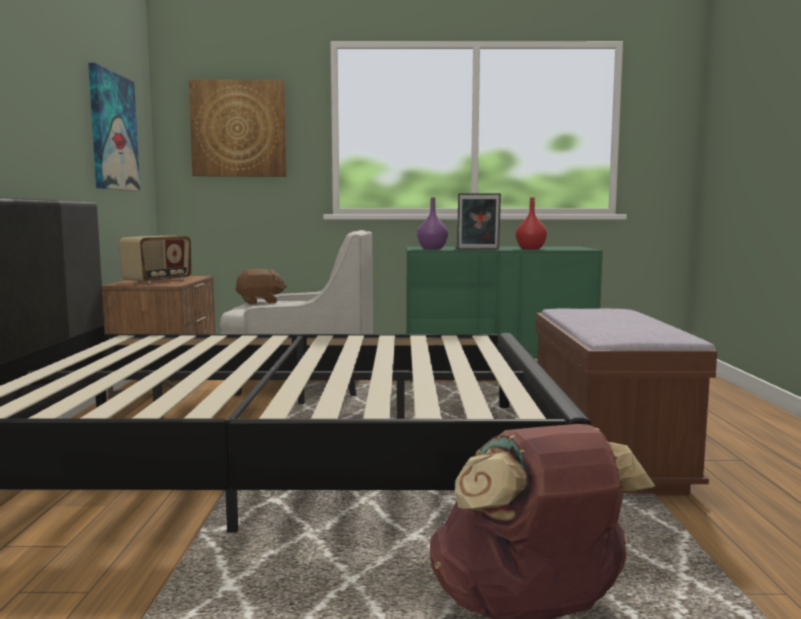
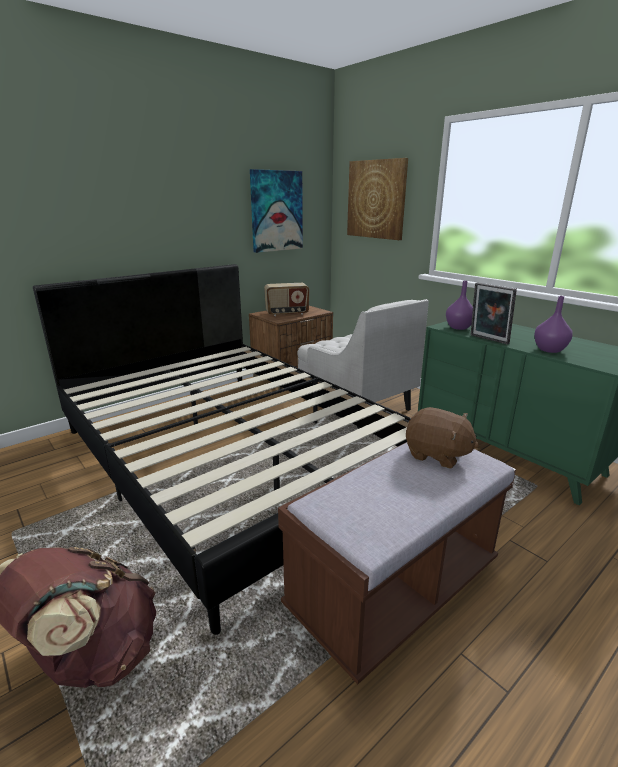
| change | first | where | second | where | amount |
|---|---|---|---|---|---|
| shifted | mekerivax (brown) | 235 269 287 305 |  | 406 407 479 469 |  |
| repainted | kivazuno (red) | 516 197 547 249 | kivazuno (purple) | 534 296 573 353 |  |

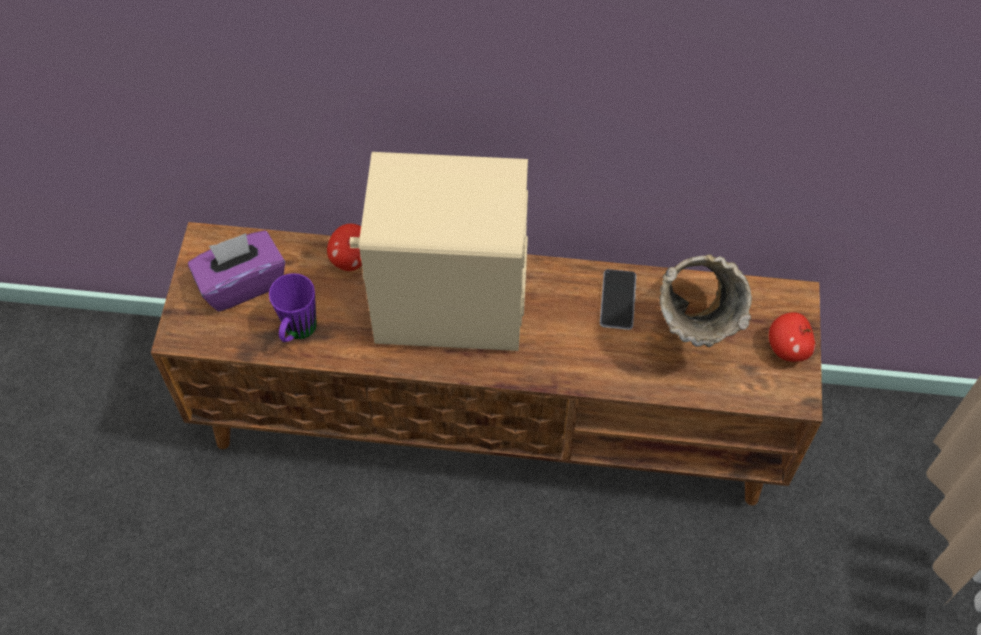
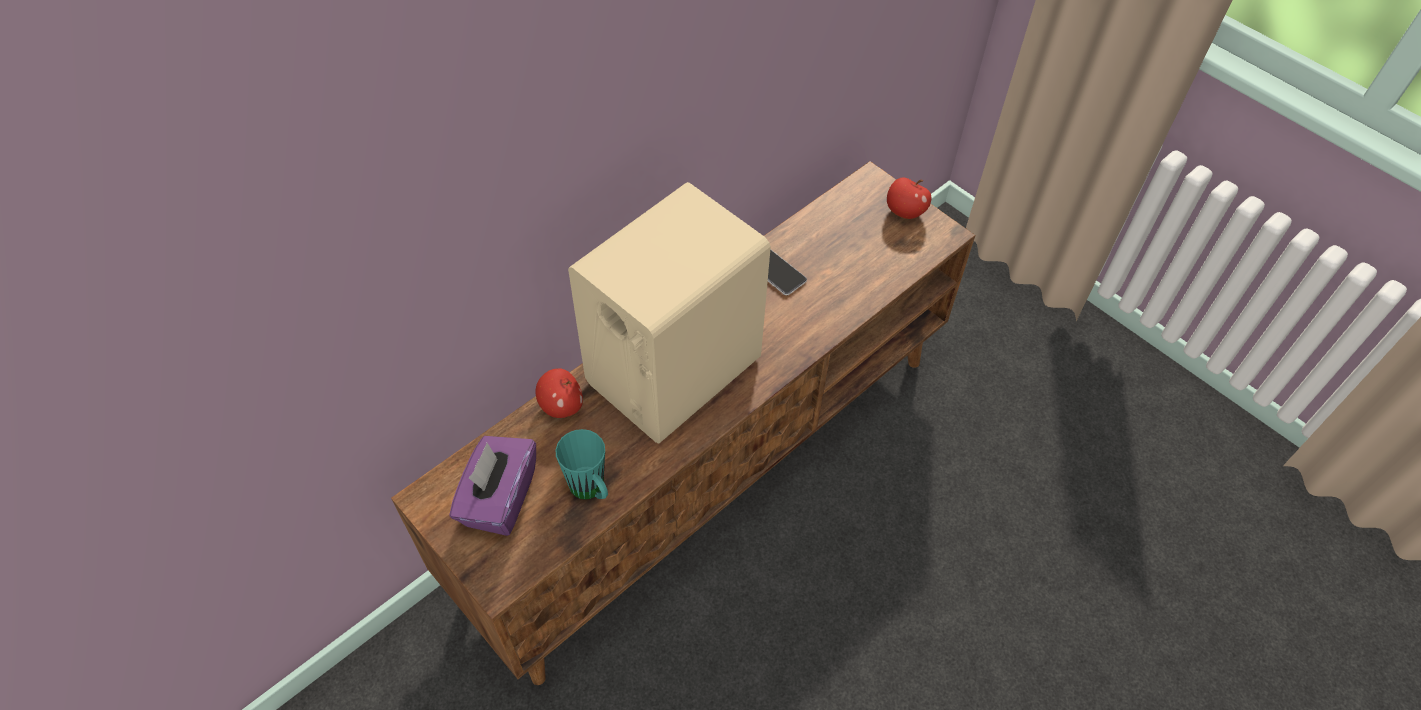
| change | first | where | second | where | amount |
|---|---|---|---|---|---|
| gone | kivazuno (beige) | 659 254 752 347 |  |  |  |
| repainted | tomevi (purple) | 269 273 317 342 | tomevi (turquoise) | 556 429 608 500 |  |

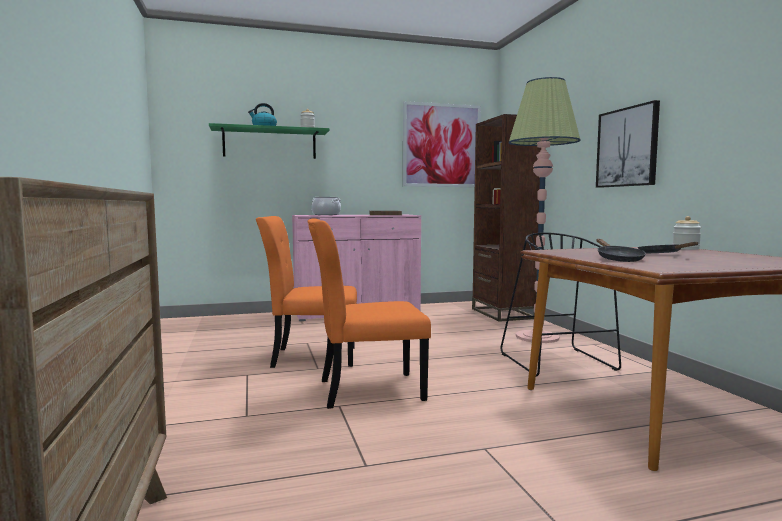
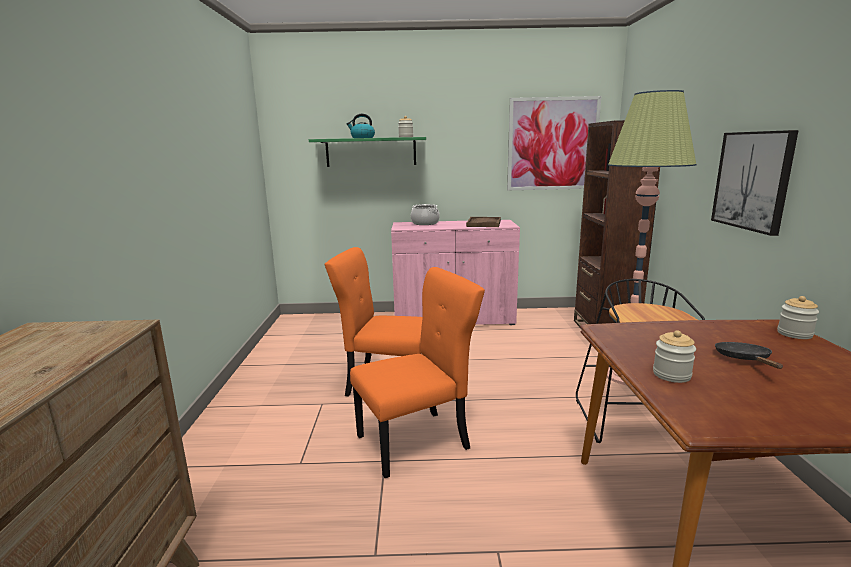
| change | first | where | second | where | amount |
|---|---|---|---|---|---|
| swapped | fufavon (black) | 597 239 646 262 | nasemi | 653 330 696 383 |  |
| rotated | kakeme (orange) | 307 218 431 409 |  | 350 267 485 478 | 150 degrees clockwise |

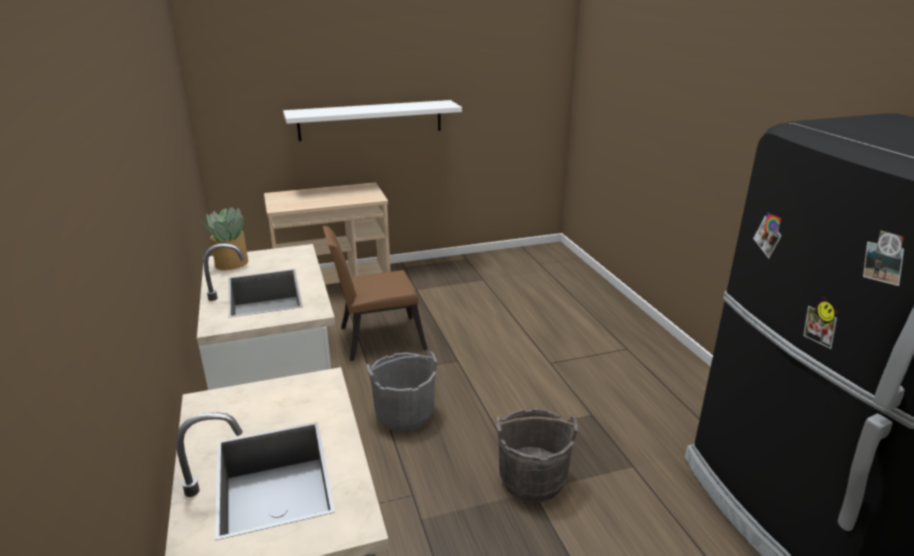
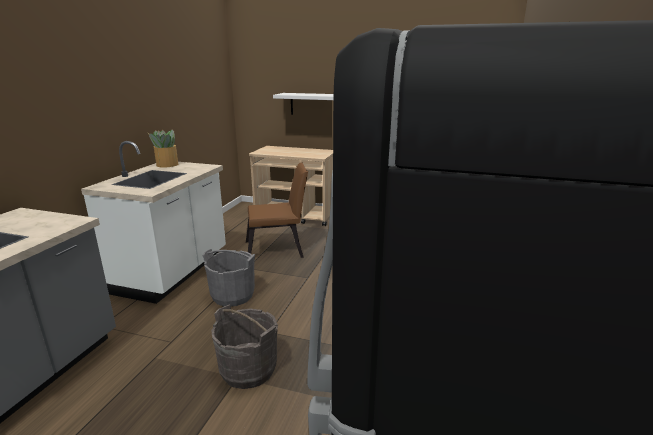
| change | first | where | second | where | amount |
|---|---|---|---|---|---|
| rotated | kakeme (brown) | 323 226 428 361 |  | 246 162 308 258 | 150 degrees clockwise |

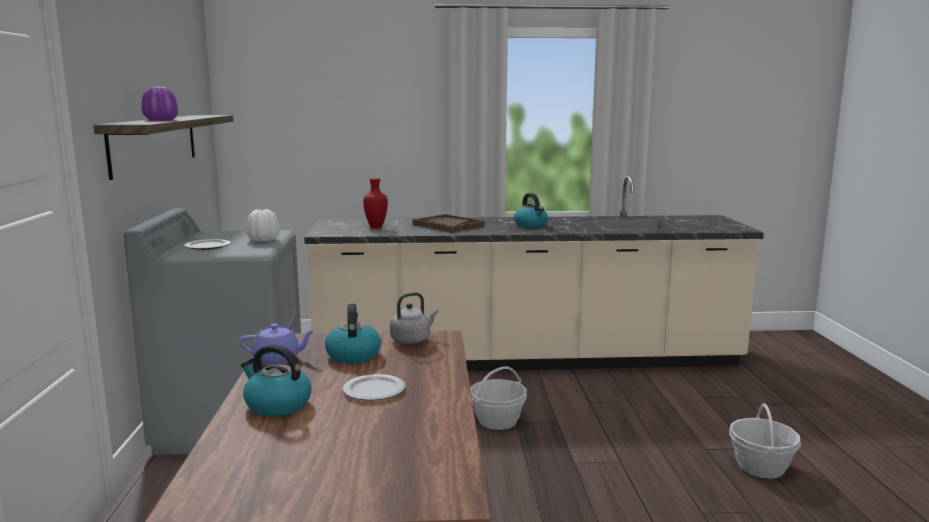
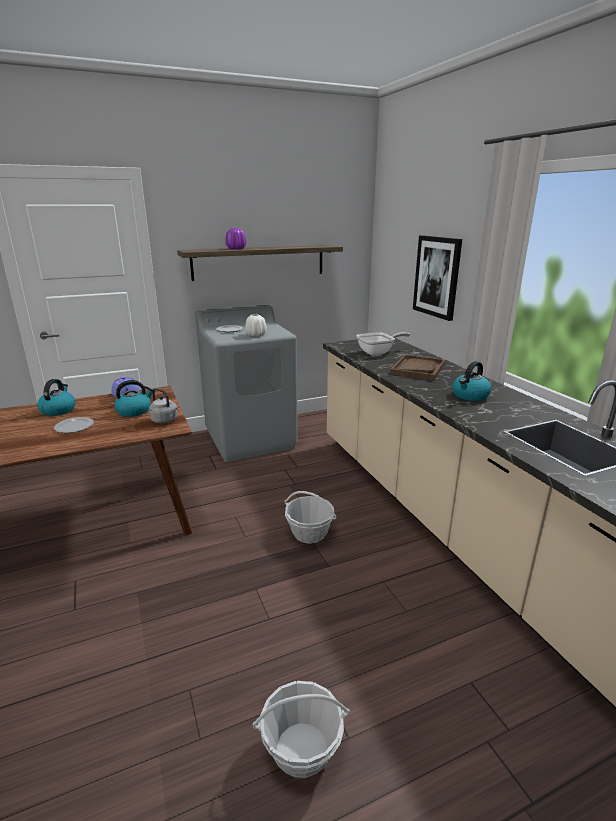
| change | first | where | second | where | amount |
|---|---|---|---|---|---|
| new |  |  | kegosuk | 413 235 462 321 |  |
| swapped | kivazuno (red) | 363 178 388 228 | fufavon | 356 332 410 355 |  |

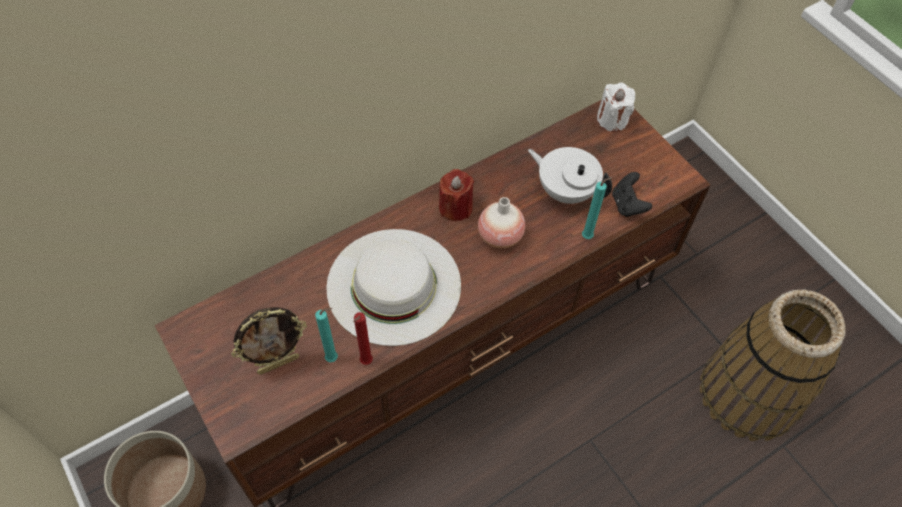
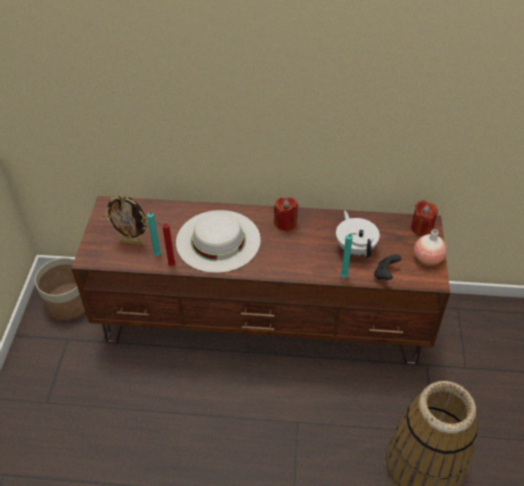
| change | first | where | second | where | amount |
|---|---|---|---|---|---|
| shifted | kivazuno | 478 197 525 248 |  | 414 229 446 265 |  |
| repainted | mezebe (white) | 597 83 635 132 | mezebe (red) | 411 200 438 236 |  |

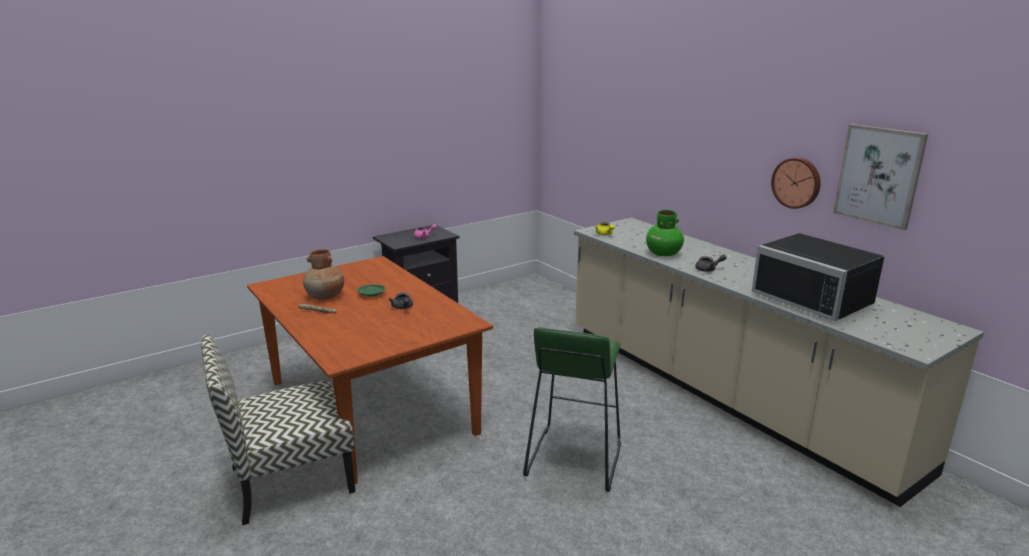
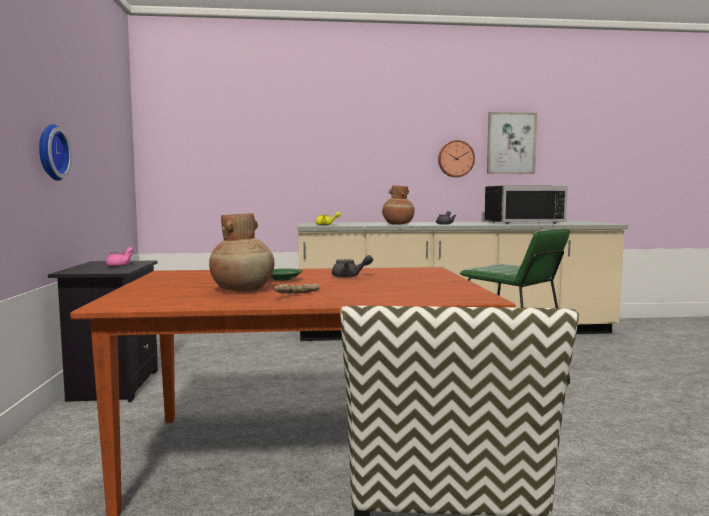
| change | first | where | second | where | amount |
|---|---|---|---|---|---|
| new |  |  | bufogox | 39 124 72 181 |  |
| repainted | kivazuno (green) | 646 210 684 256 | kivazuno (brown) | 382 185 415 225 |  |

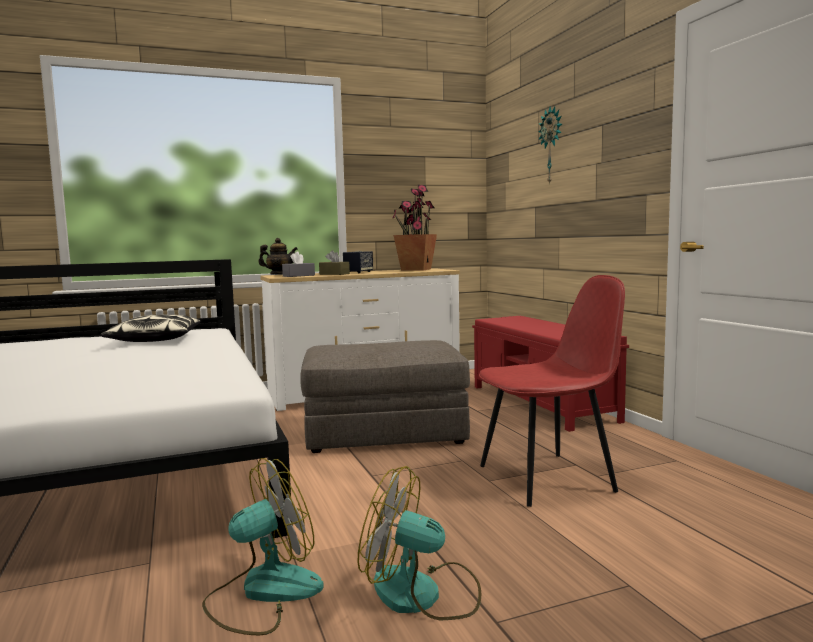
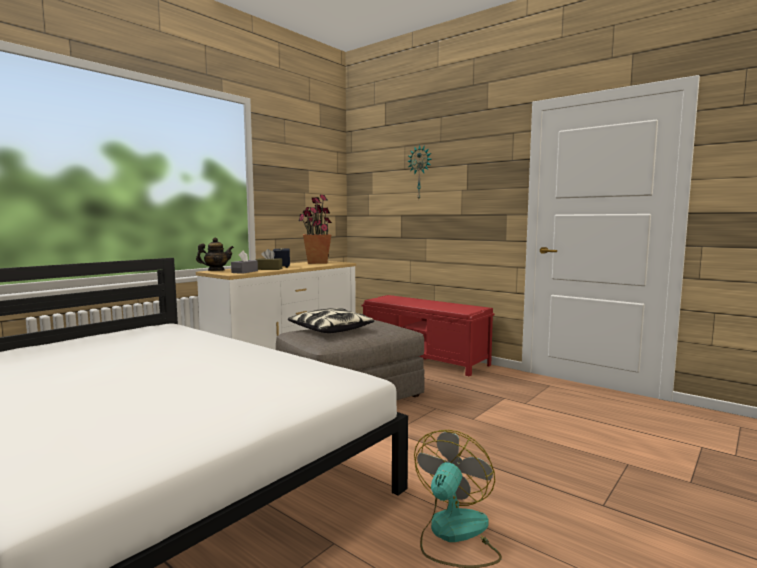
| change | first | where | second | where | amount |
|---|---|---|---|---|---|
| gone | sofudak | 358 466 481 621 |  |  |  |
| gone | kakeme (red) | 479 275 625 507 |  |  |  |
| shifted | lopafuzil | 101 314 200 342 |  | 288 308 374 333 |  |

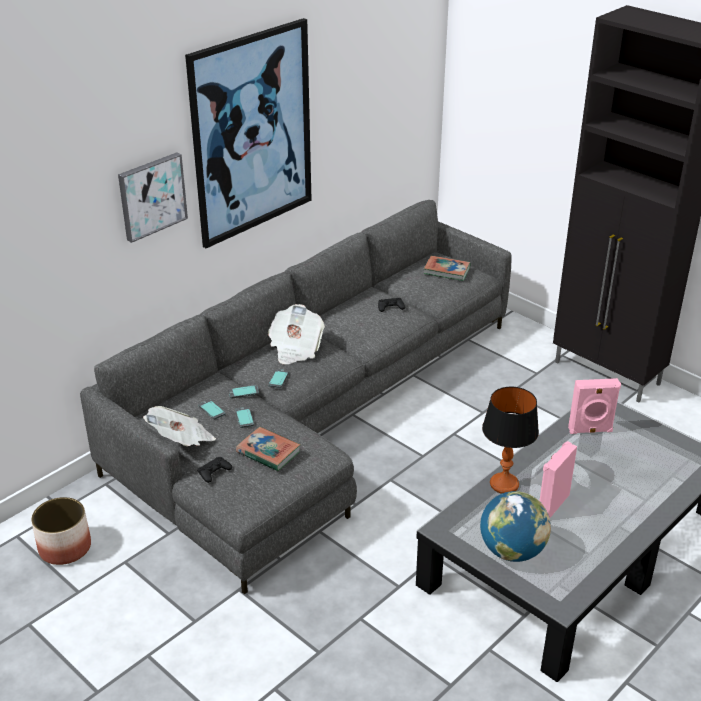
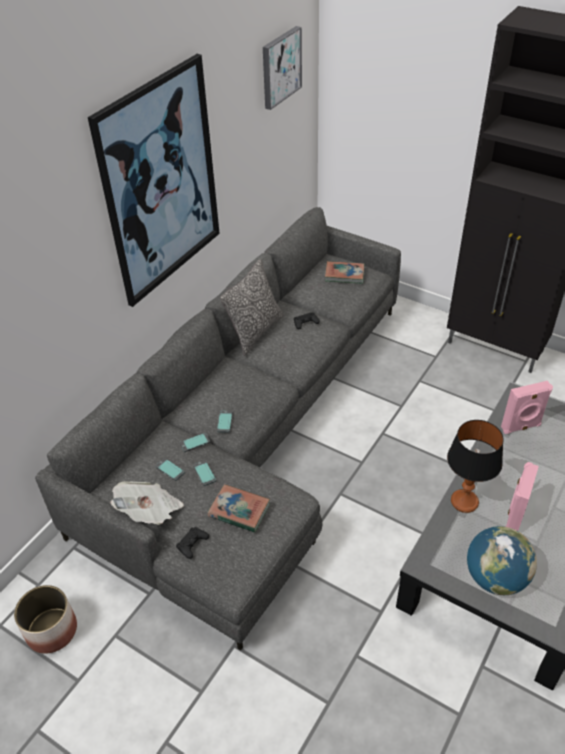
| change | first | where | second | where | amount |
|---|---|---|---|---|---|
| gone | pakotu | 268 304 325 364 |  |  |  |
| new |  |  | lopafuzil | 220 259 283 356 |  |
| shifted | kegosuk | 118 153 188 243 |  | 263 26 302 110 |  |

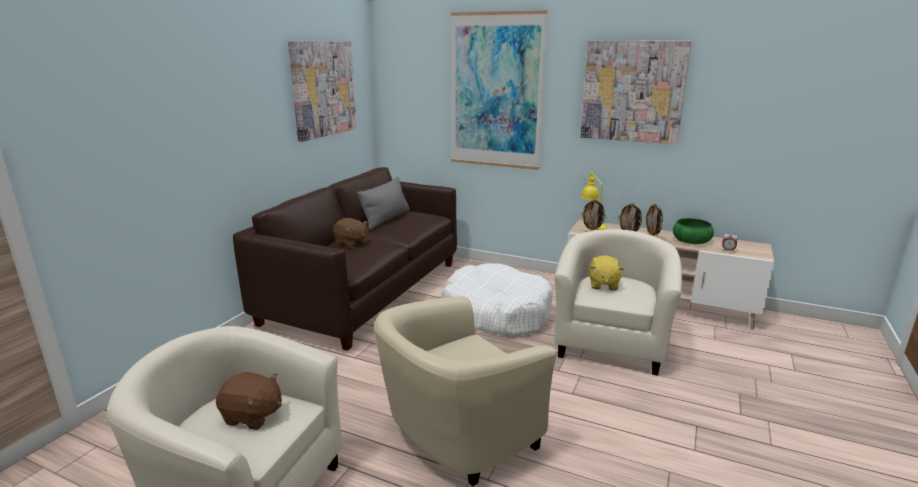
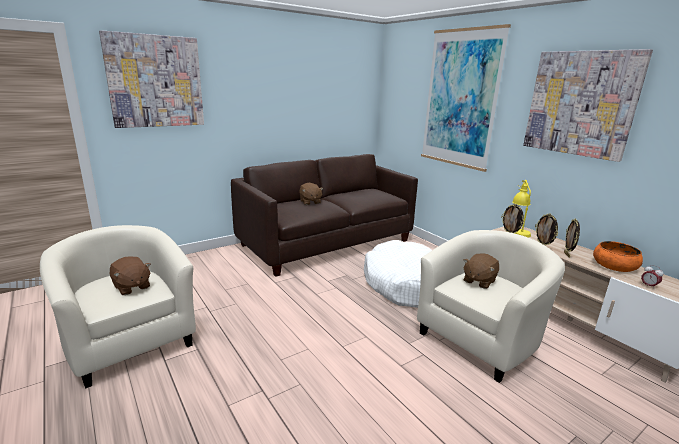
| change | first | where | second | where | amount |
|---|---|---|---|---|---|
| gone | lopafuzil (grey) | 357 177 410 230 |  |  |  |
| gone | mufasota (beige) | 374 296 557 486 |  |  |  |
| shifted | kegosuk | 288 41 357 142 |  | 99 30 204 128 |  |
| repainted | mekerivax (yellow) | 589 255 624 291 | mekerivax (brown) | 463 253 499 289 |  |
| repainted | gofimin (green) | 673 218 714 244 | gofimin (orange) | 593 241 643 272 |  |

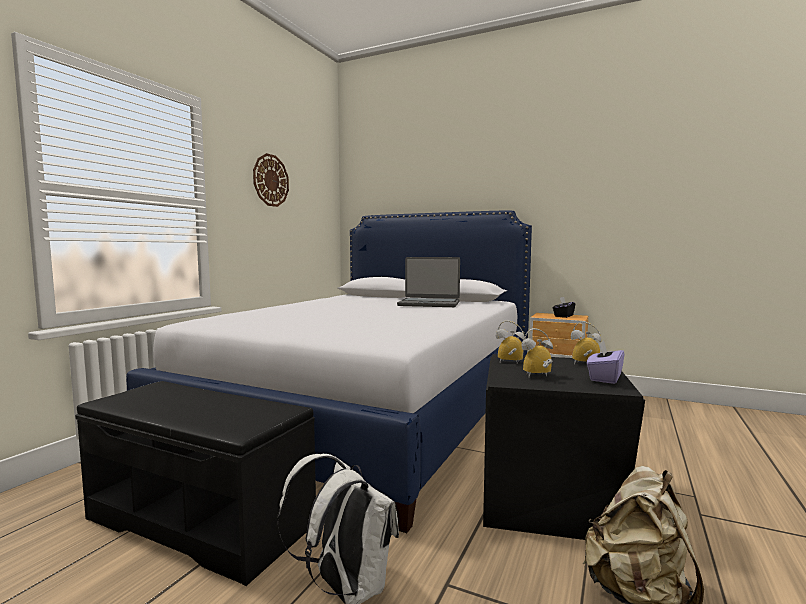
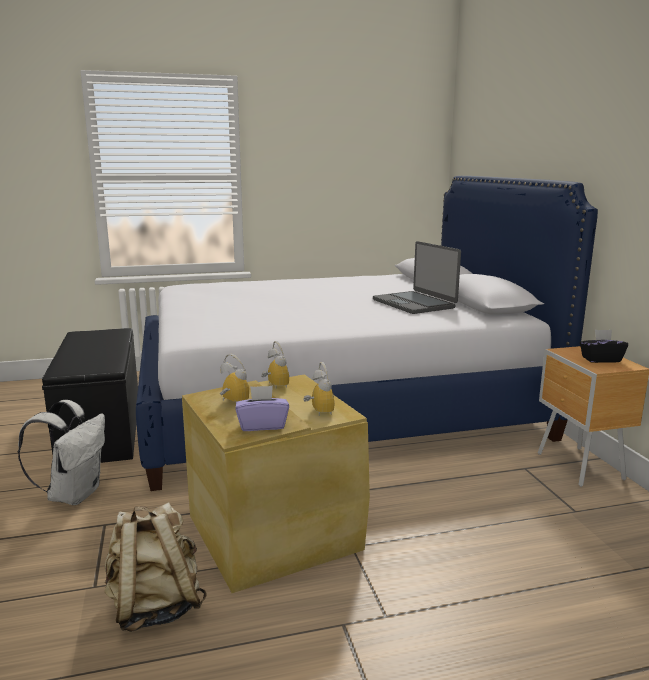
| change | first | where | second | where | amount |
|---|---|---|---|---|---|
| gone | bufogox | 253 153 289 207 |  |  |  |
| repainted | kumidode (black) | 483 354 645 540 | kumidode (beige) | 182 374 370 593 |  |

